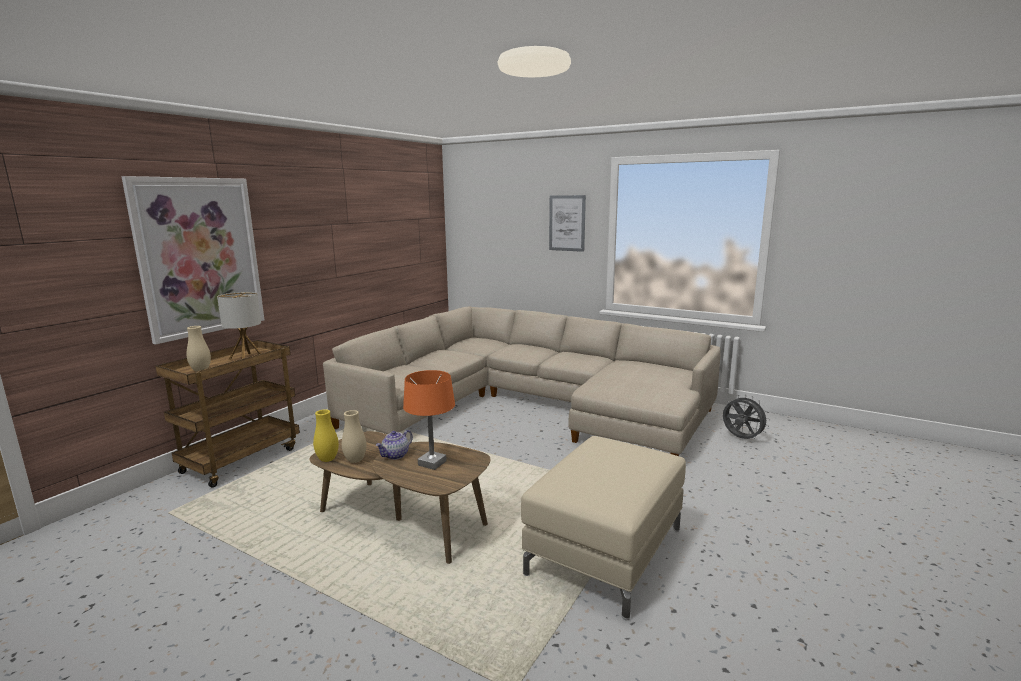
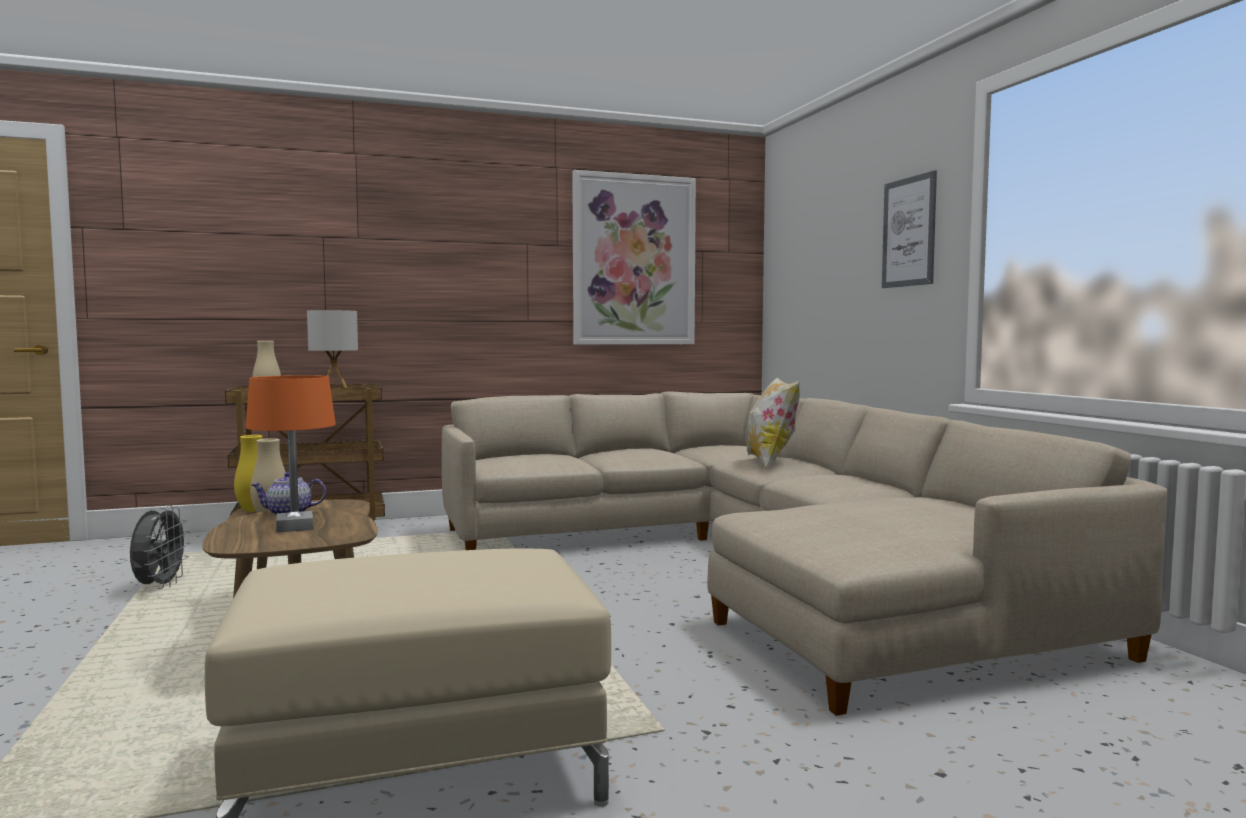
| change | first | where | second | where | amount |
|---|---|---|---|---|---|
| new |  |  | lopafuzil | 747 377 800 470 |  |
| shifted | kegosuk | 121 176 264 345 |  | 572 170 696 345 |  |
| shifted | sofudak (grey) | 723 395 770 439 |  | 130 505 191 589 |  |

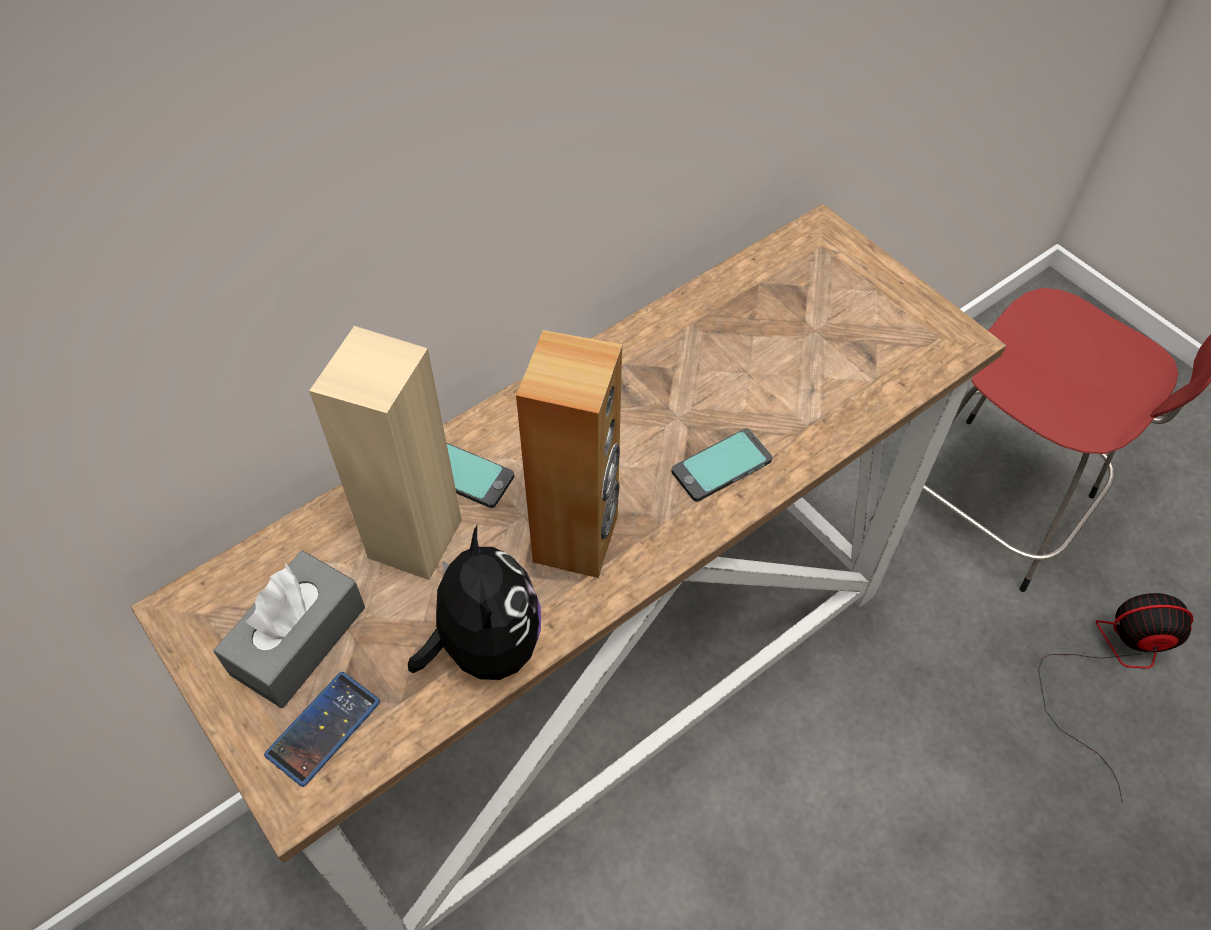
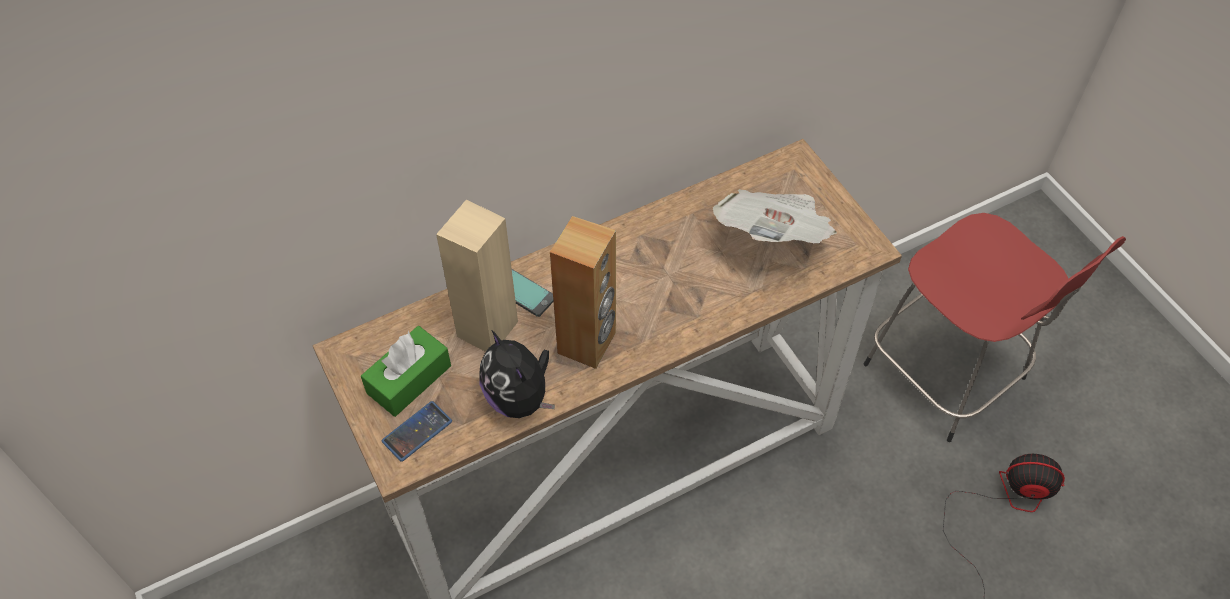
| change | first | where | second | where | amount |
|---|---|---|---|---|---|
| gone | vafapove | 671 428 772 502 |  |  |  |
| new |  |  | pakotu | 713 189 837 243 |  |
| repainted | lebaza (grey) | 214 551 365 708 | lebaza (green) | 361 326 451 417 |  |
| rotated | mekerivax | 408 525 541 680 |  | 479 330 555 418 | 150 degrees clockwise |

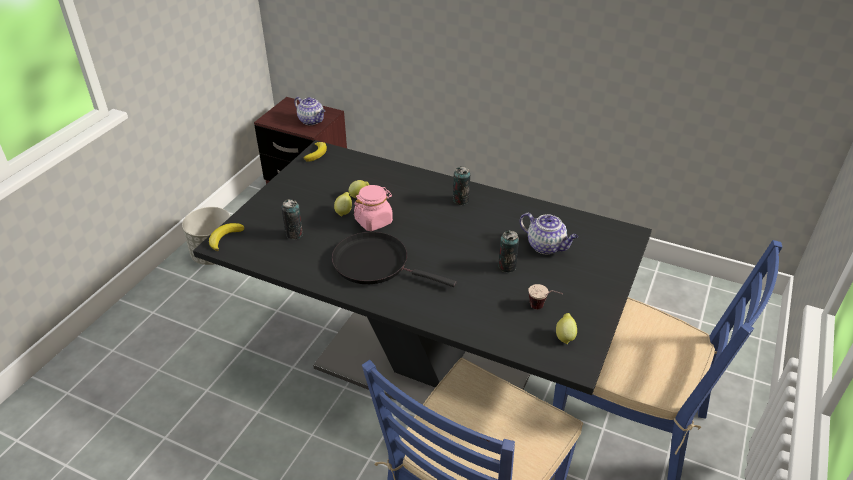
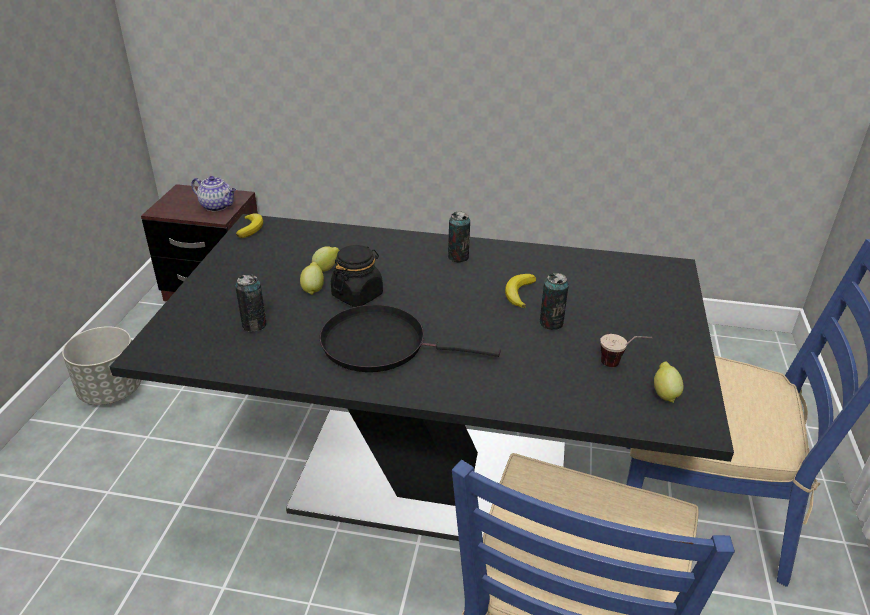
| change | first | where | second | where | amount |
|---|---|---|---|---|---|
| gone | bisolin | 520 213 578 254 |  |  |  |
| shifted | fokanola | 209 223 244 251 |  | 505 274 536 308 |  |
| repainted | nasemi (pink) | 354 185 393 231 | nasemi (black) | 331 245 383 307 |  |

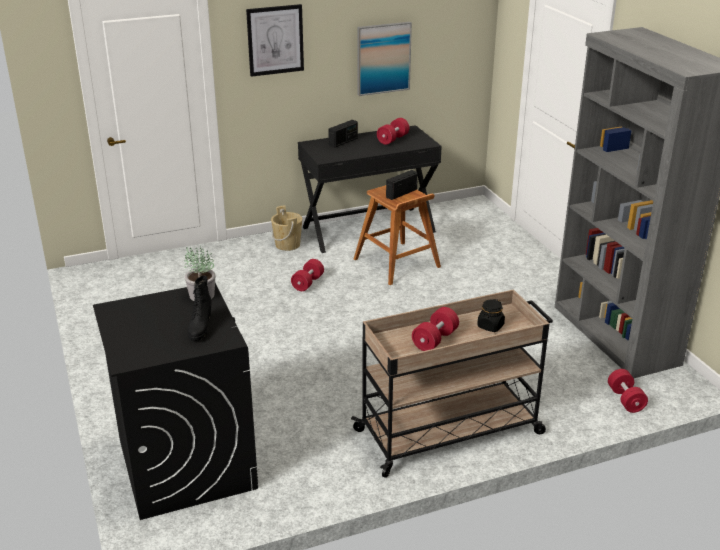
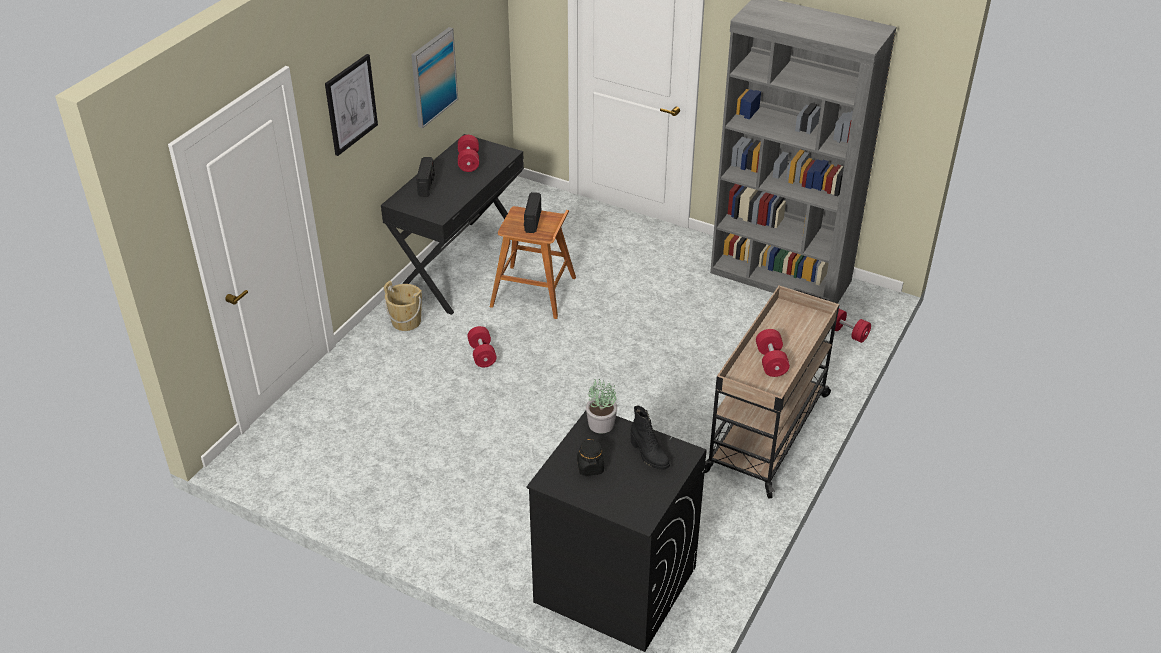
| change | first | where | second | where | amount |
|---|---|---|---|---|---|
| shifted | nasemi (black) | 477 299 505 332 |  | 577 438 604 476 |  |

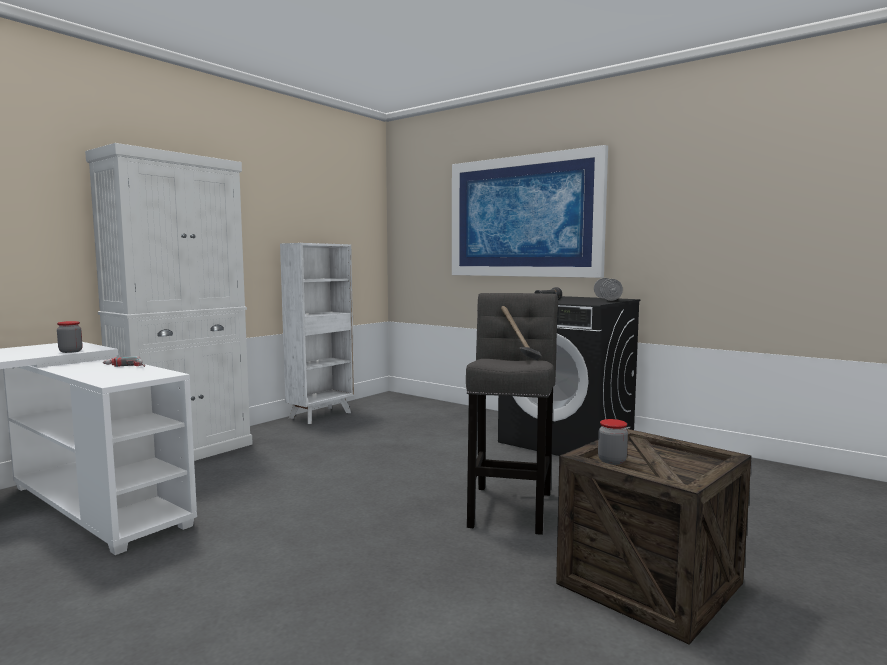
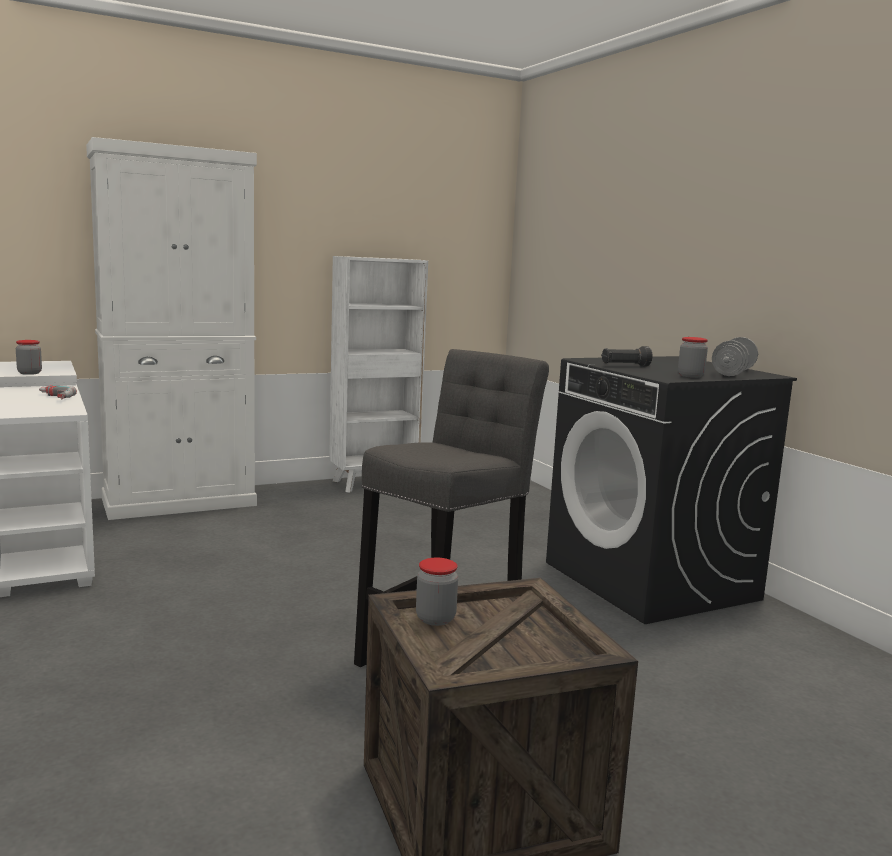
| change | first | where | second | where | amount |
|---|---|---|---|---|---|
| gone | kegosuk | 452 145 608 278 |  |  |  |
| gone | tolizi | 501 306 542 361 |  |  |  |
| new |  |  | nasemi | 678 337 708 378 |  |

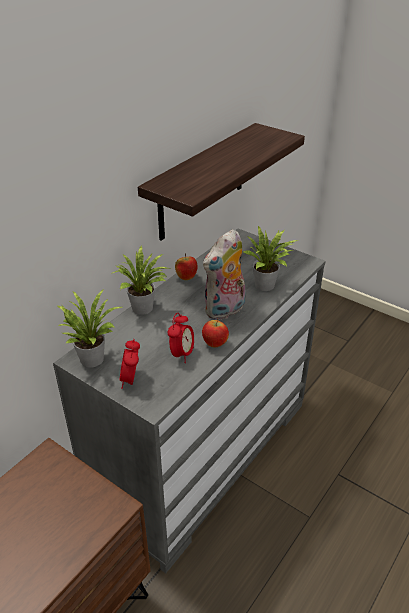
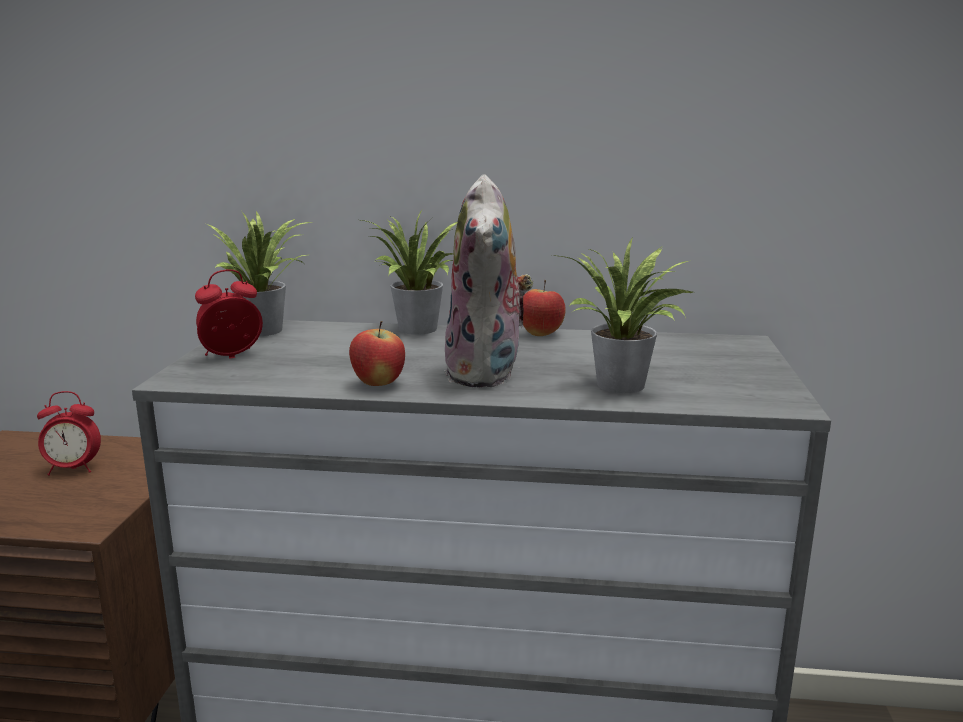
| change | first | where | second | where | amount |
|---|---|---|---|---|---|
| gone | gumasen | 138 123 305 241 |  |  |  |
| shifted | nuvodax | 168 313 194 363 |  | 37 391 101 476 |  |
| rotated | mekerivax | 203 229 246 321 |  | 444 174 534 388 | 105 degrees counterclockwise |

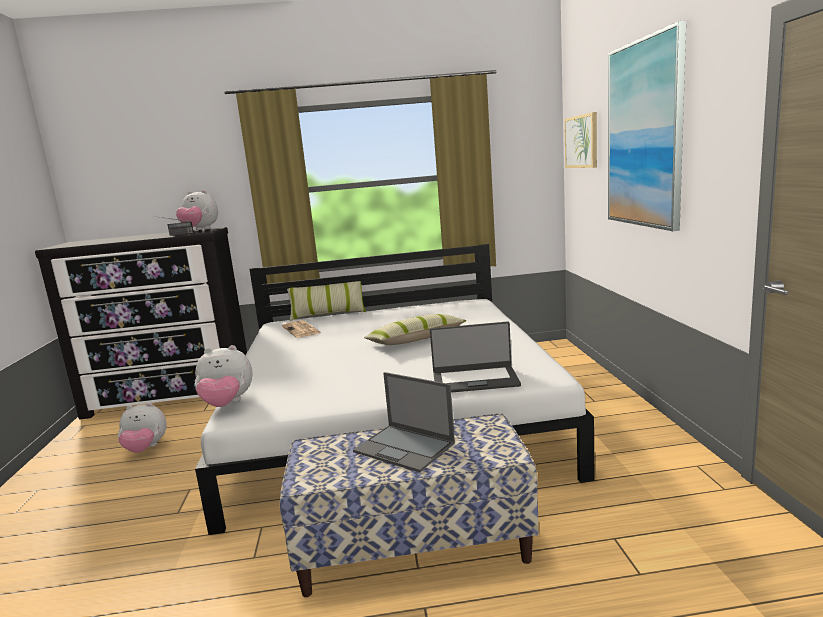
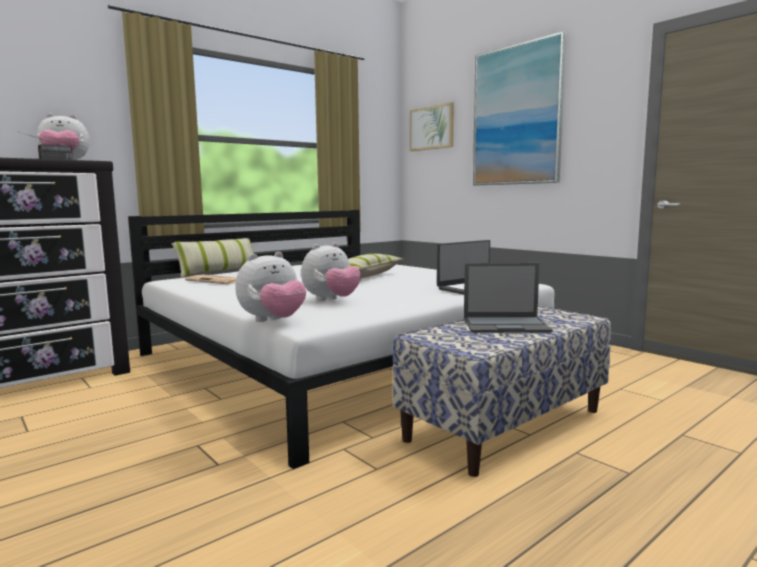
| change | first | where | second | where | amount |
|---|---|---|---|---|---|
| shifted | mekerivax | 118 403 167 453 |  | 301 242 361 301 |  |

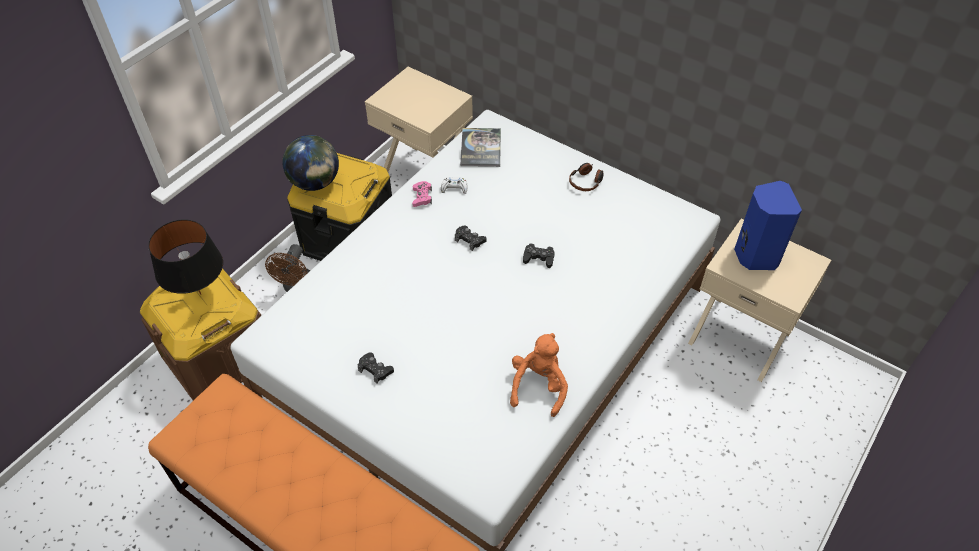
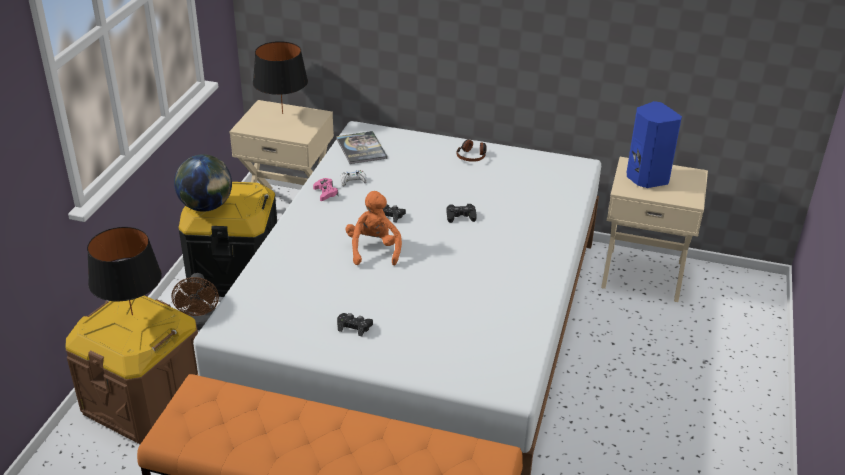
| change | first | where | second | where | amount |
|---|---|---|---|---|---|
| new |  |  | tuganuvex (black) | 253 41 308 114 |  |
| shifted | mekerivax (orange) | 510 333 568 417 |  | 346 191 402 265 |  |

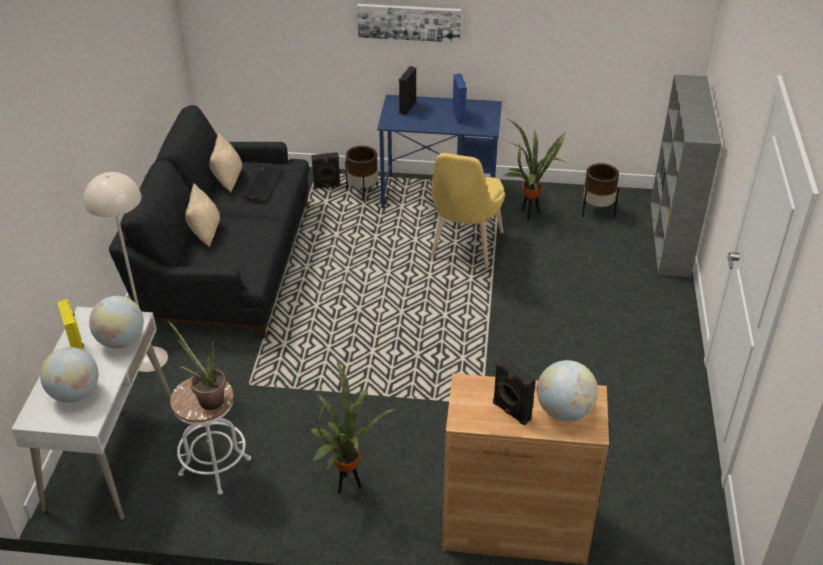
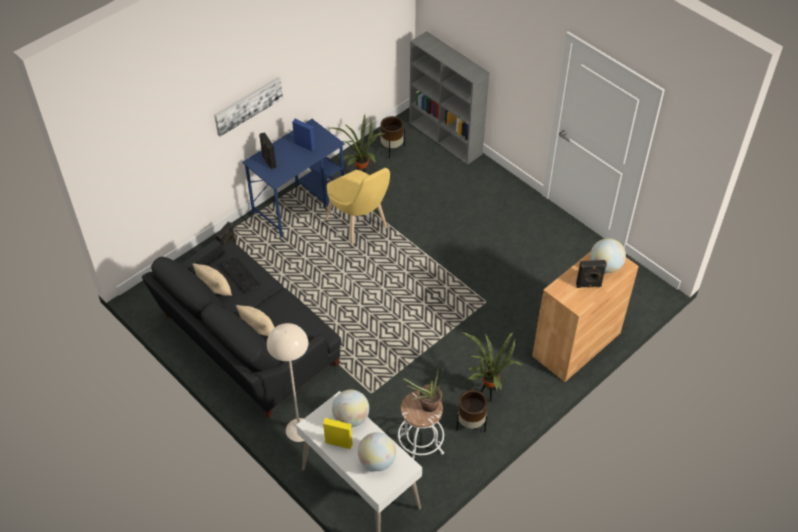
| change | first | where | second | where | amount |
|---|---|---|---|---|---|
| shifted | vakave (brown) | 345 146 378 203 |  | 456 390 488 433 |  |

